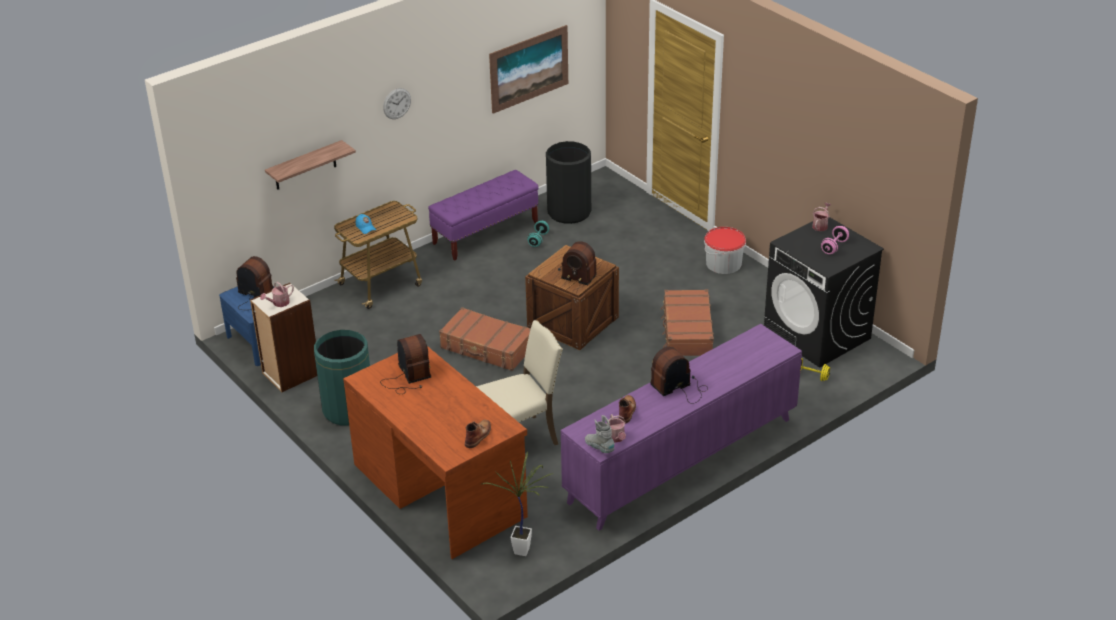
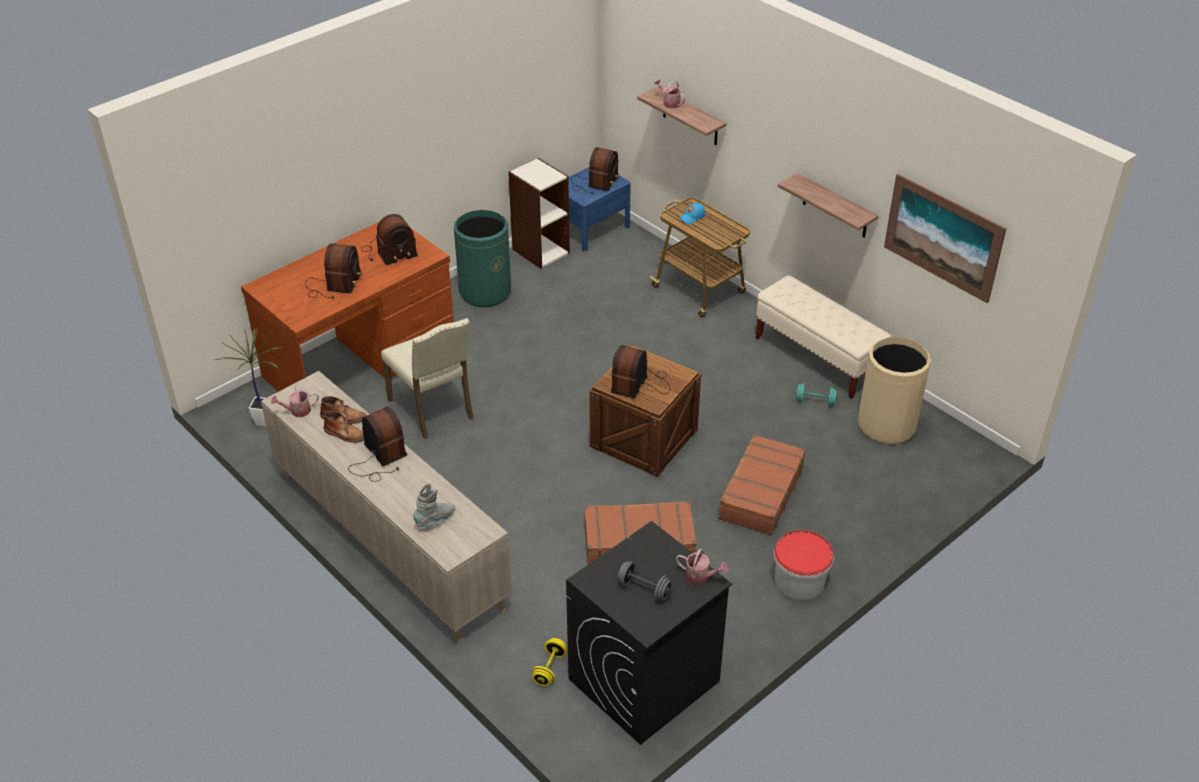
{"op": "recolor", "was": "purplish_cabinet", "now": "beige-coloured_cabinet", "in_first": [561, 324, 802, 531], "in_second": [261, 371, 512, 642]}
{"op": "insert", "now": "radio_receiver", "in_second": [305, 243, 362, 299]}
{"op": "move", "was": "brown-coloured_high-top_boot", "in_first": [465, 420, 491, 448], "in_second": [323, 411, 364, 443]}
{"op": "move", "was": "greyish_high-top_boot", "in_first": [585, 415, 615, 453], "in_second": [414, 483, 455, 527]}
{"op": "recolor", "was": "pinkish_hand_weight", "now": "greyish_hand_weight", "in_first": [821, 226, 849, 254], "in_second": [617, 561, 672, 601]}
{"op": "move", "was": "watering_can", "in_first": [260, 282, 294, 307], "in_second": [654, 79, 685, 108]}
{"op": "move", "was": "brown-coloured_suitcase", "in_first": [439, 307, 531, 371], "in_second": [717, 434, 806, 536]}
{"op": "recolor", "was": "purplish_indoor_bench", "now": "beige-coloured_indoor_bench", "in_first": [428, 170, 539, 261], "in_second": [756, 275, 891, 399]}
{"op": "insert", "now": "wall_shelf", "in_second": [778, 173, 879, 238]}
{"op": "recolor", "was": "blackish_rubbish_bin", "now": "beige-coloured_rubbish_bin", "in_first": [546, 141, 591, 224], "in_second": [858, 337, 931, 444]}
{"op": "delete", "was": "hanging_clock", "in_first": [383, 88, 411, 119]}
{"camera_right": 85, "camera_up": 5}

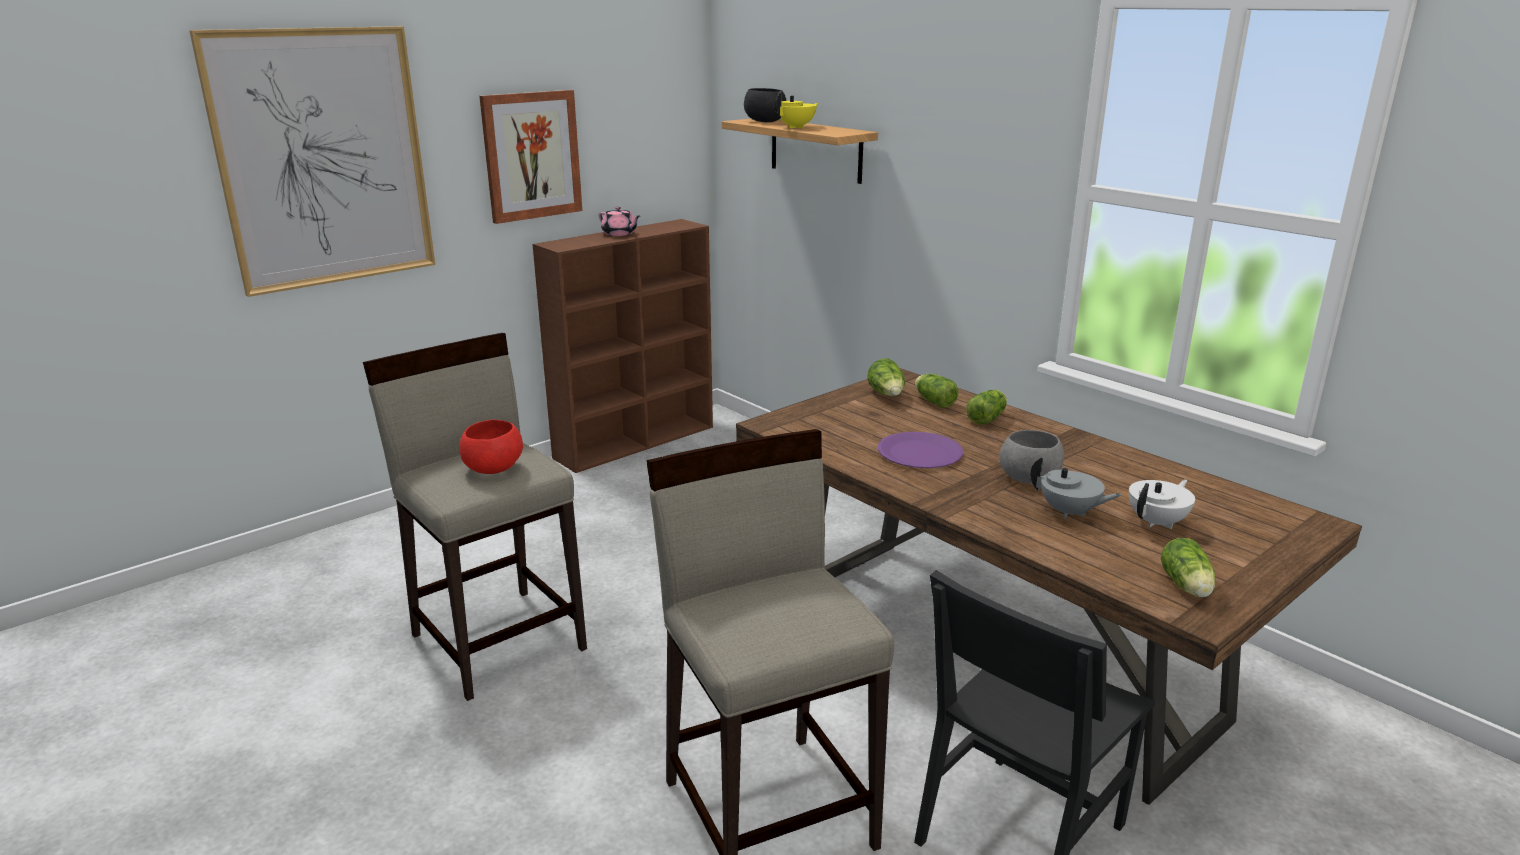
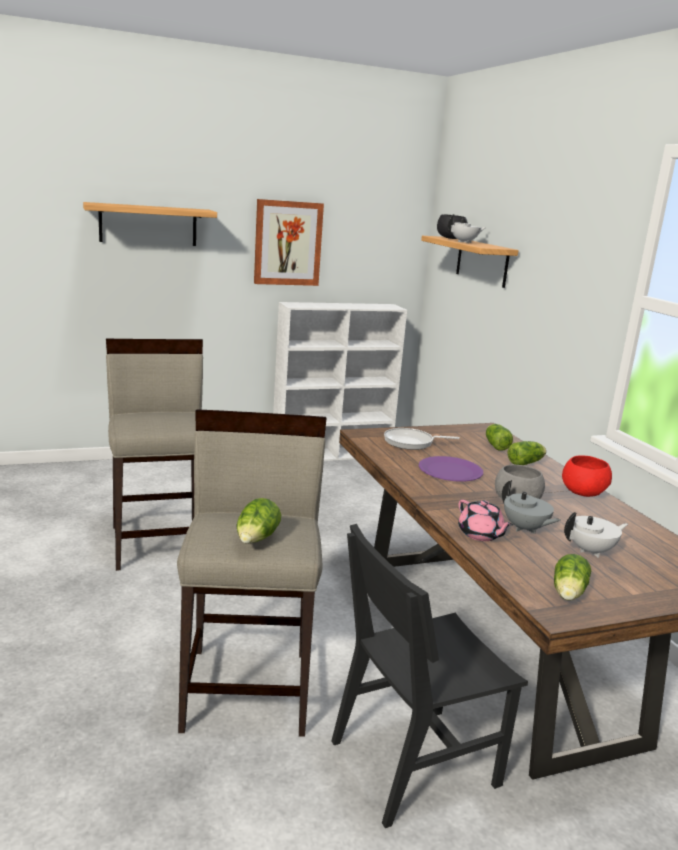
{"op": "replace", "was": "wall_picture", "now": "wall_shelf", "in_first": [189, 26, 435, 297], "in_second": [83, 202, 217, 246]}
{"op": "move", "was": "lettuce_head", "in_first": [867, 359, 905, 396], "in_second": [237, 498, 281, 543]}
{"op": "recolor", "was": "brown-coloured_shelving_unit", "now": "white_shelving_unit", "in_first": [532, 219, 713, 473], "in_second": [273, 302, 407, 461]}
{"op": "insert", "now": "frying_pan", "in_second": [384, 428, 460, 450]}
{"op": "recolor", "was": "yellowish_tea_pot", "now": "white_tea_pot", "in_first": [775, 91, 819, 129], "in_second": [448, 214, 486, 243]}
{"op": "move", "was": "pinkish_tea_pot", "in_first": [599, 206, 640, 236], "in_second": [458, 500, 513, 541]}
{"op": "move", "was": "reddish_deep_dish", "in_first": [459, 420, 523, 474], "in_second": [562, 456, 612, 497]}
{"camera_right": 20, "camera_up": -5}

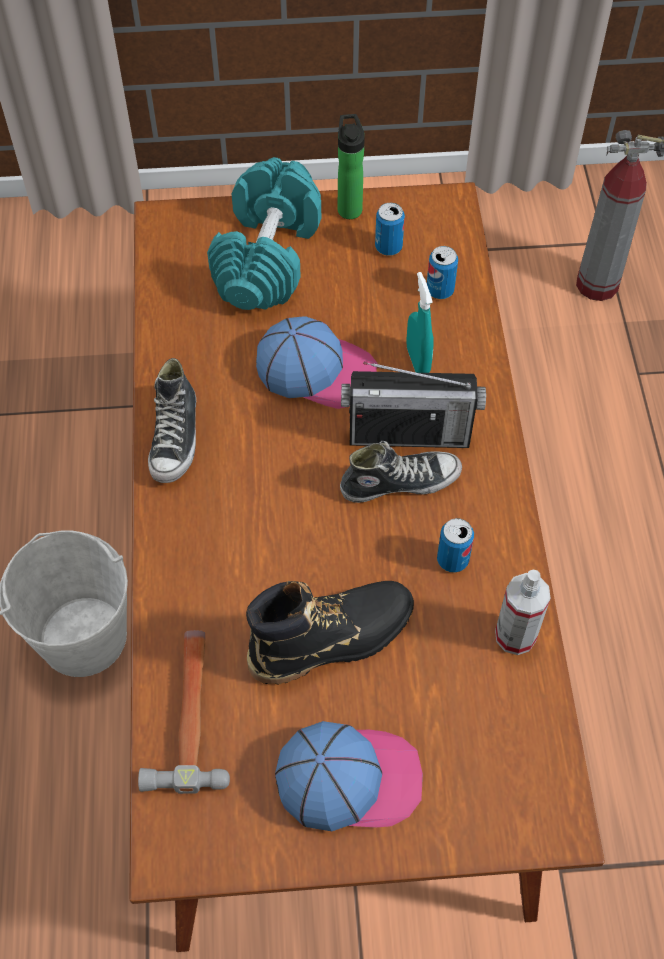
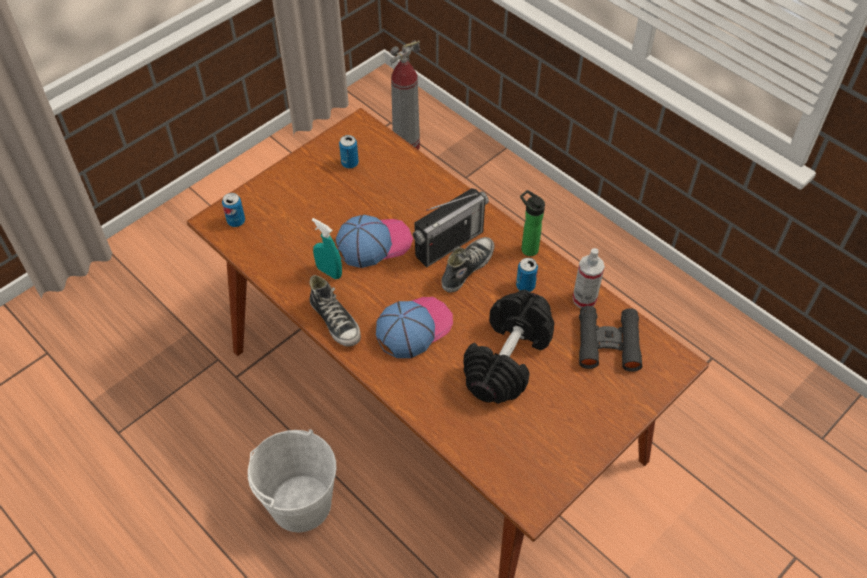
{"op": "move", "was": "metal_can", "in_first": [427, 246, 458, 299], "in_second": [222, 193, 245, 227]}
{"op": "move", "was": "blue-green_sprayer", "in_first": [407, 272, 433, 373], "in_second": [312, 218, 342, 279]}
{"op": "move", "was": "cap", "in_first": [275, 721, 423, 831], "in_second": [376, 297, 453, 358]}
{"op": "replace", "was": "blackish_high-top_boot", "now": "blackish_hand_weight", "in_first": [246, 581, 414, 684], "in_second": [463, 290, 554, 404]}
{"op": "move", "was": "beverage_bottle", "in_first": [338, 114, 365, 219], "in_second": [520, 190, 545, 256]}
{"op": "insert", "now": "blackish_pair_of_binoculars", "in_second": [579, 306, 642, 372]}
{"op": "delete", "was": "hammer", "in_first": [138, 630, 230, 794]}
{"op": "delete", "was": "blue-green_hand_weight", "in_first": [207, 157, 321, 310]}
{"camera_right": -40, "camera_up": -5}

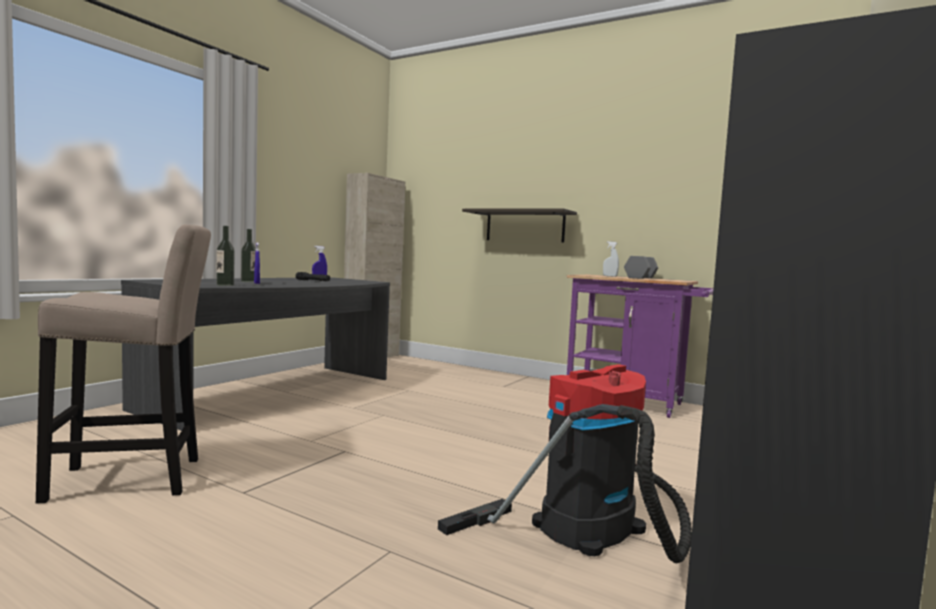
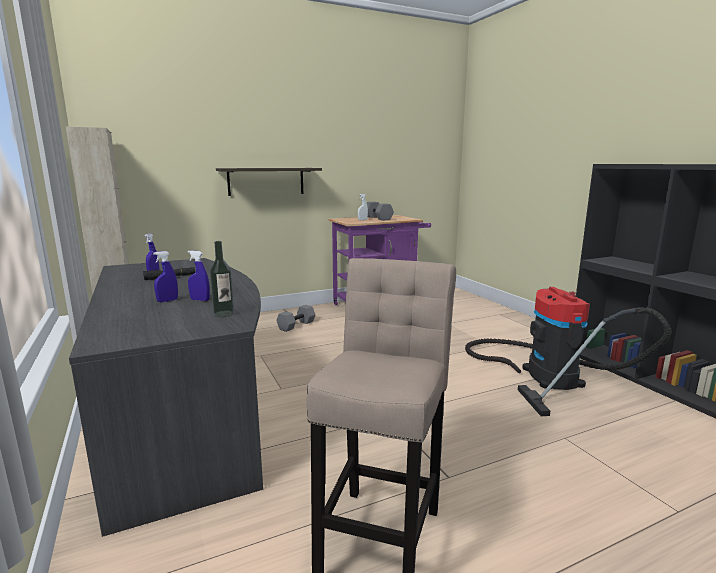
{"op": "replace", "was": "beverage_bottle", "now": "bluish_sprayer", "in_first": [241, 229, 256, 282], "in_second": [153, 251, 178, 302]}
{"op": "insert", "now": "greyish_hand_weight", "in_second": [276, 305, 315, 332]}
{"camera_right": -55, "camera_up": 10}

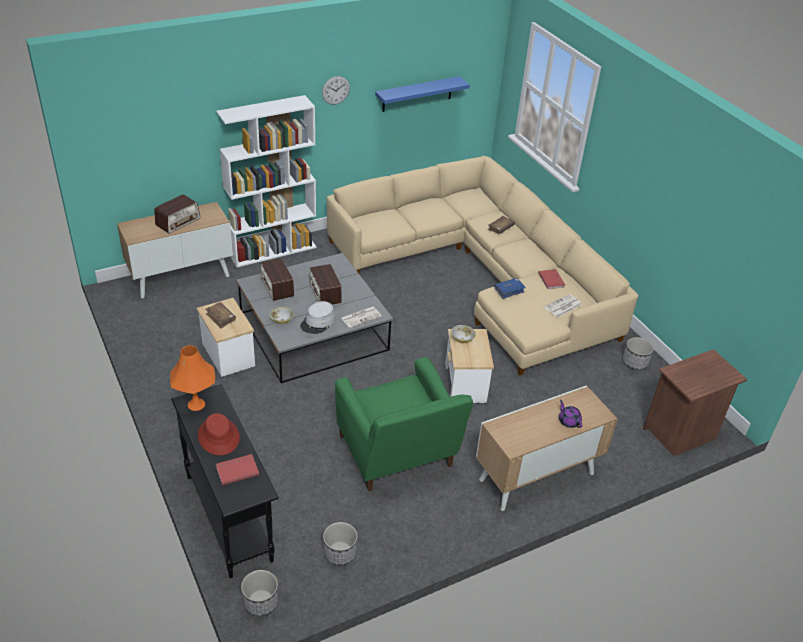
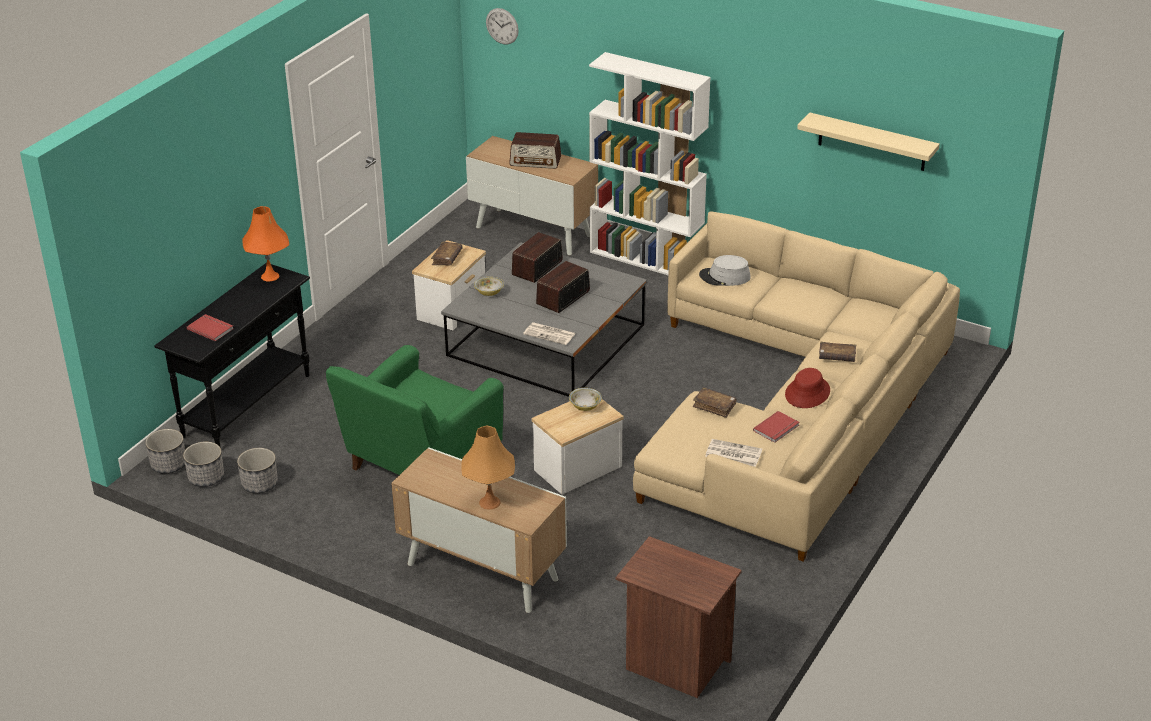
{"op": "move", "was": "plant_pot", "in_first": [623, 337, 654, 370], "in_second": [183, 442, 224, 487]}
{"op": "replace", "was": "purplish_tea_pot", "now": "orangey_tabletop_lamp", "in_first": [559, 400, 582, 428], "in_second": [461, 426, 515, 510]}
{"op": "move", "was": "hanging_clock", "in_first": [322, 76, 350, 105], "in_second": [486, 8, 519, 45]}
{"op": "recolor", "was": "bluish_volume", "now": "brown-coloured_volume", "in_first": [495, 278, 526, 299], "in_second": [693, 387, 736, 418]}
{"op": "move", "was": "greyish_wearable_hat", "in_first": [300, 301, 336, 334], "in_second": [699, 255, 751, 286]}
{"op": "move", "was": "reddish_wearable_hat", "in_first": [198, 413, 240, 455], "in_second": [785, 368, 830, 408]}
{"op": "recolor", "was": "bluish_wall_shelf", "now": "beige-coloured_wall_shelf", "in_first": [375, 76, 470, 112], "in_second": [797, 113, 940, 171]}
{"camera_right": 60, "camera_up": -5}

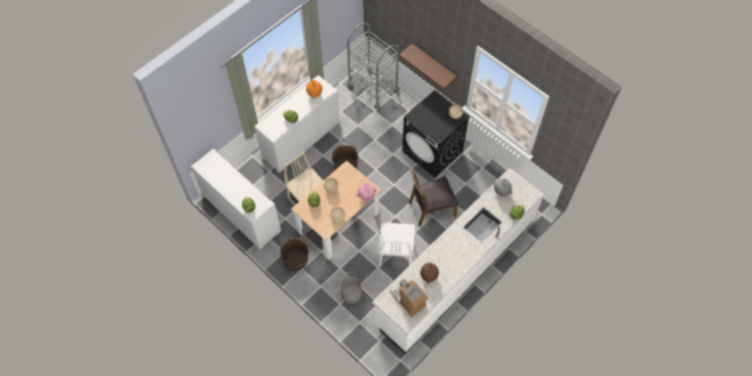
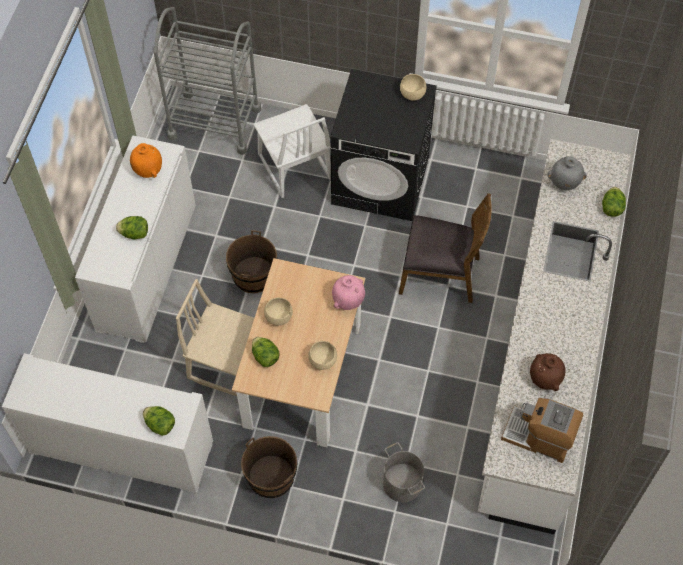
{"op": "move", "was": "white_chair", "in_first": [379, 222, 415, 267], "in_second": [253, 104, 331, 198]}
{"op": "rotate", "was": "brown-coloured_chair", "in_first": [409, 171, 458, 226], "in_second": [399, 193, 492, 303], "clockwise": -120}
{"op": "delete", "was": "brown-coloured_wall_shelf", "in_first": [399, 44, 457, 90]}
{"camera_right": -30, "camera_up": 0}

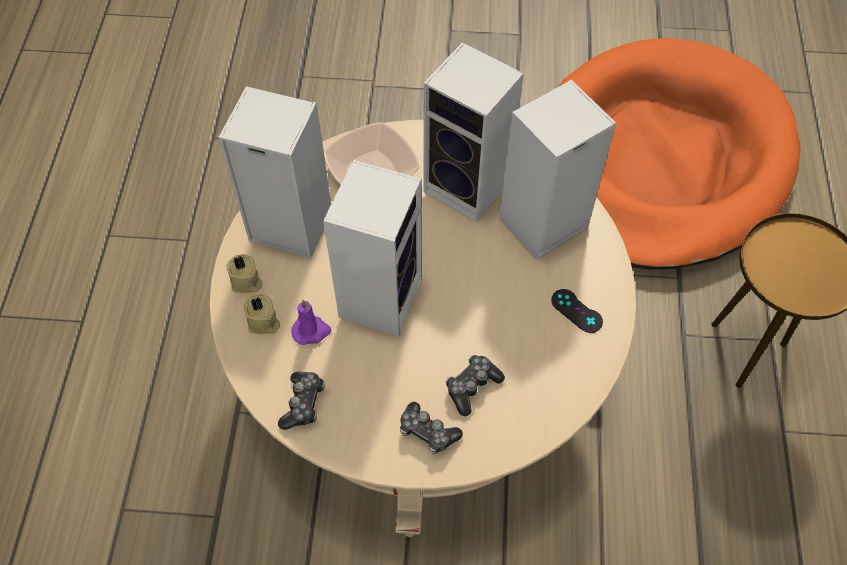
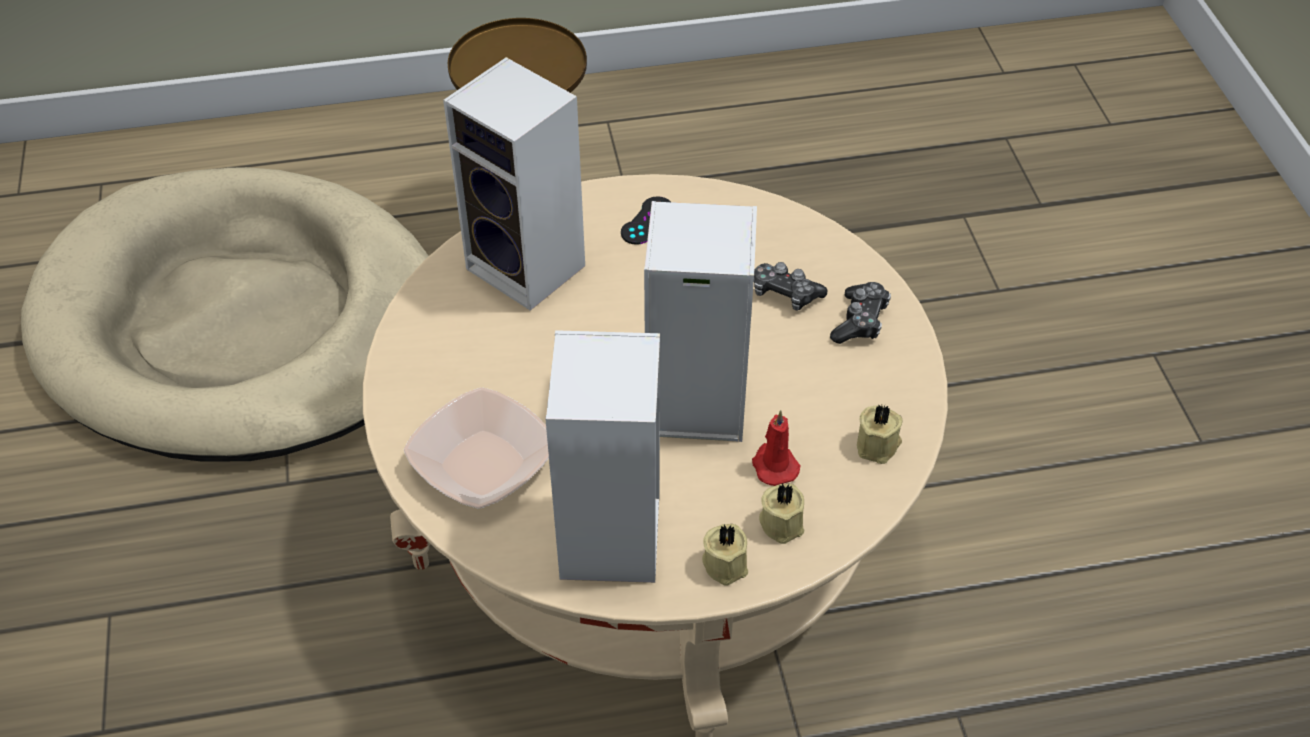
{"op": "recolor", "was": "orangey_pet_bed", "now": "beige-coloured_pet_bed", "in_first": [558, 38, 801, 270], "in_second": [21, 167, 428, 462]}
{"op": "recolor", "was": "purplish_wax_candle", "now": "reddish_wax_candle", "in_first": [292, 300, 332, 345], "in_second": [752, 410, 800, 486]}
{"op": "replace", "was": "gamepad", "now": "beige-coloured_wax_candle", "in_first": [278, 372, 325, 430], "in_second": [857, 405, 903, 464]}
{"op": "delete", "was": "speaker", "in_first": [424, 42, 524, 222]}
{"camera_right": -105, "camera_up": -10}

